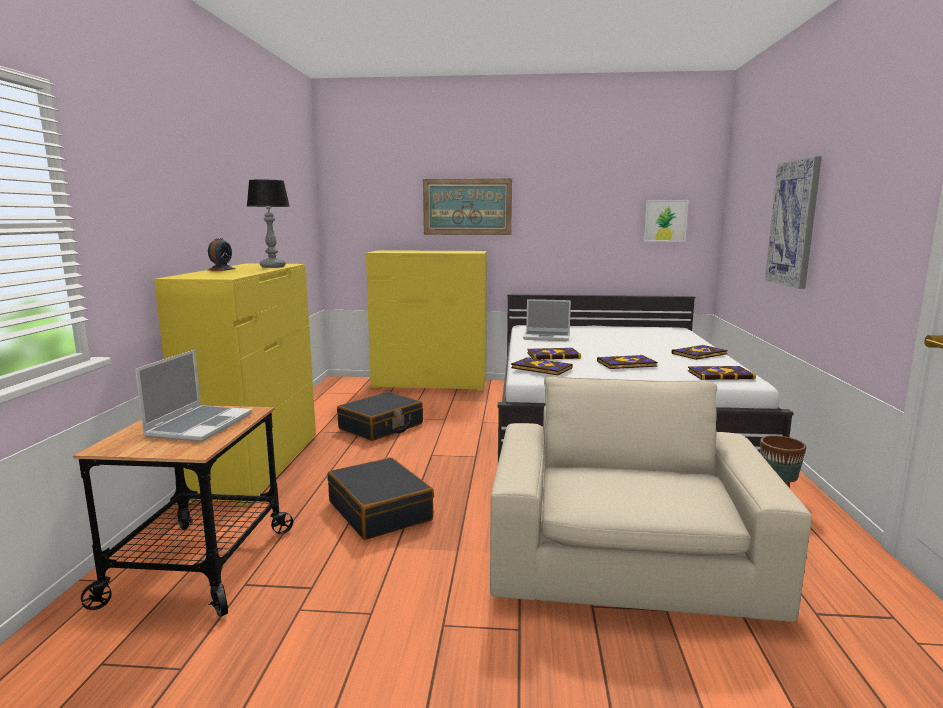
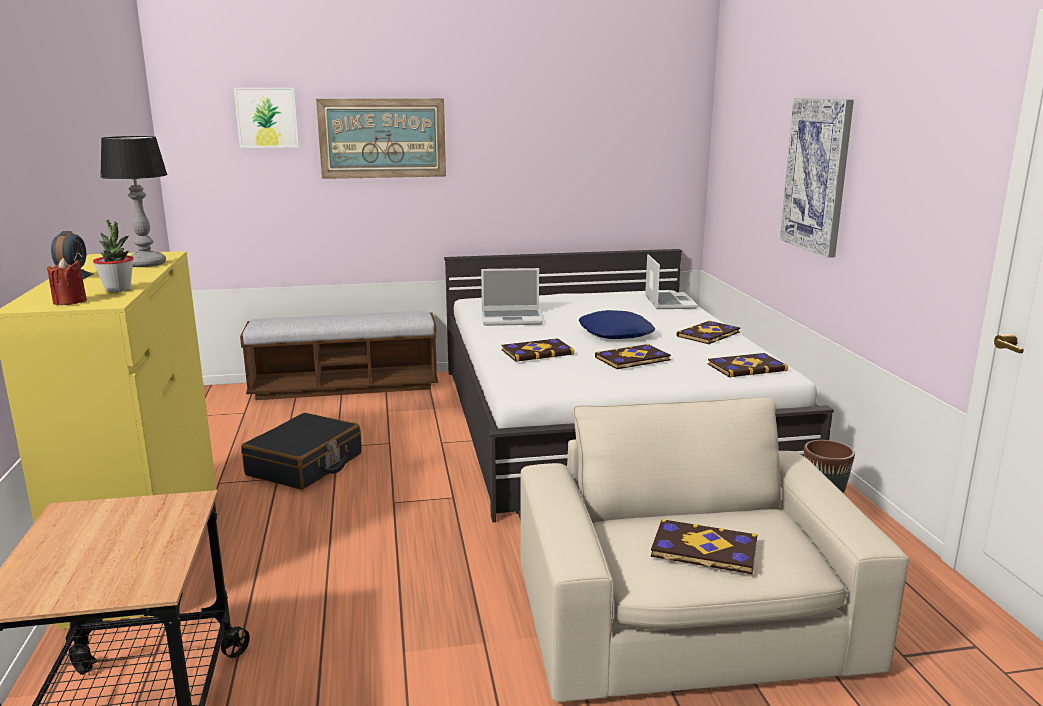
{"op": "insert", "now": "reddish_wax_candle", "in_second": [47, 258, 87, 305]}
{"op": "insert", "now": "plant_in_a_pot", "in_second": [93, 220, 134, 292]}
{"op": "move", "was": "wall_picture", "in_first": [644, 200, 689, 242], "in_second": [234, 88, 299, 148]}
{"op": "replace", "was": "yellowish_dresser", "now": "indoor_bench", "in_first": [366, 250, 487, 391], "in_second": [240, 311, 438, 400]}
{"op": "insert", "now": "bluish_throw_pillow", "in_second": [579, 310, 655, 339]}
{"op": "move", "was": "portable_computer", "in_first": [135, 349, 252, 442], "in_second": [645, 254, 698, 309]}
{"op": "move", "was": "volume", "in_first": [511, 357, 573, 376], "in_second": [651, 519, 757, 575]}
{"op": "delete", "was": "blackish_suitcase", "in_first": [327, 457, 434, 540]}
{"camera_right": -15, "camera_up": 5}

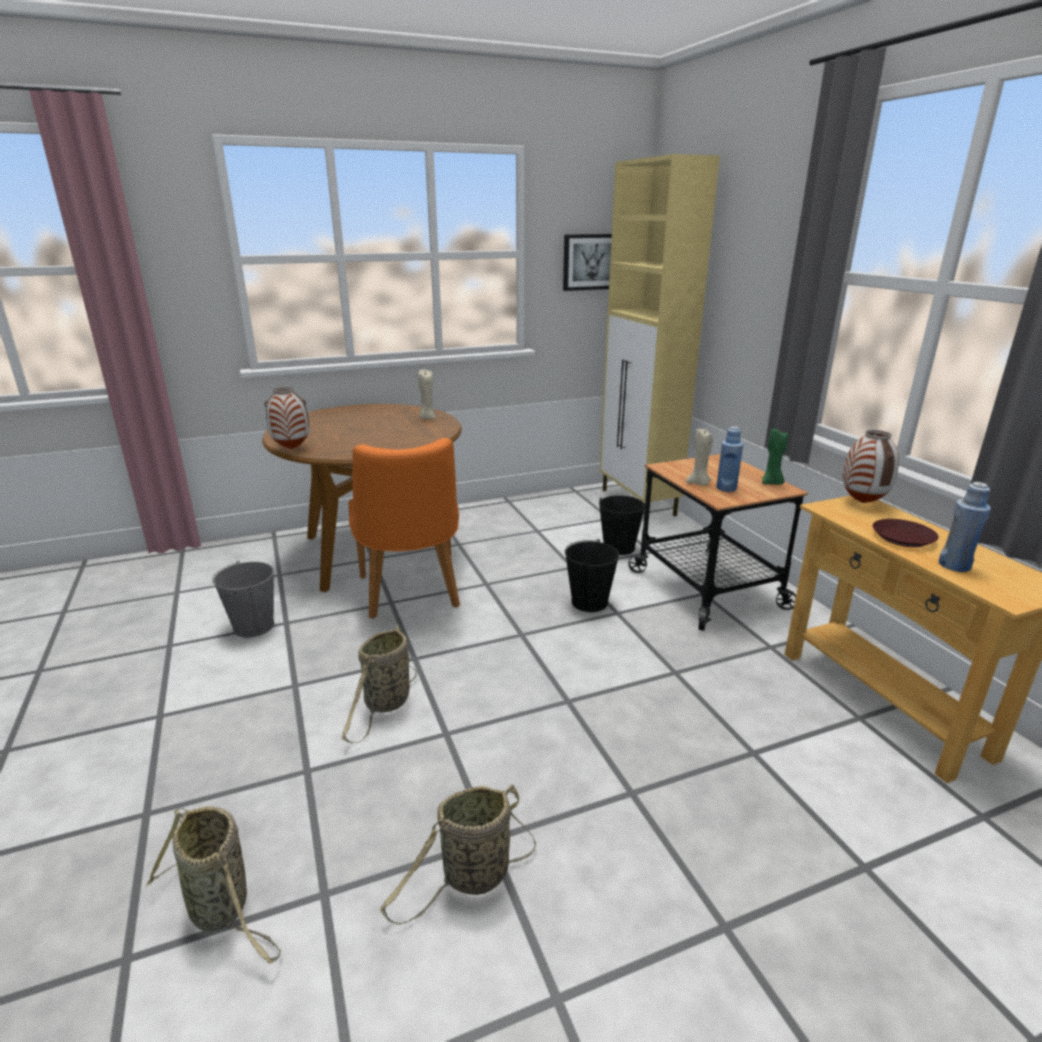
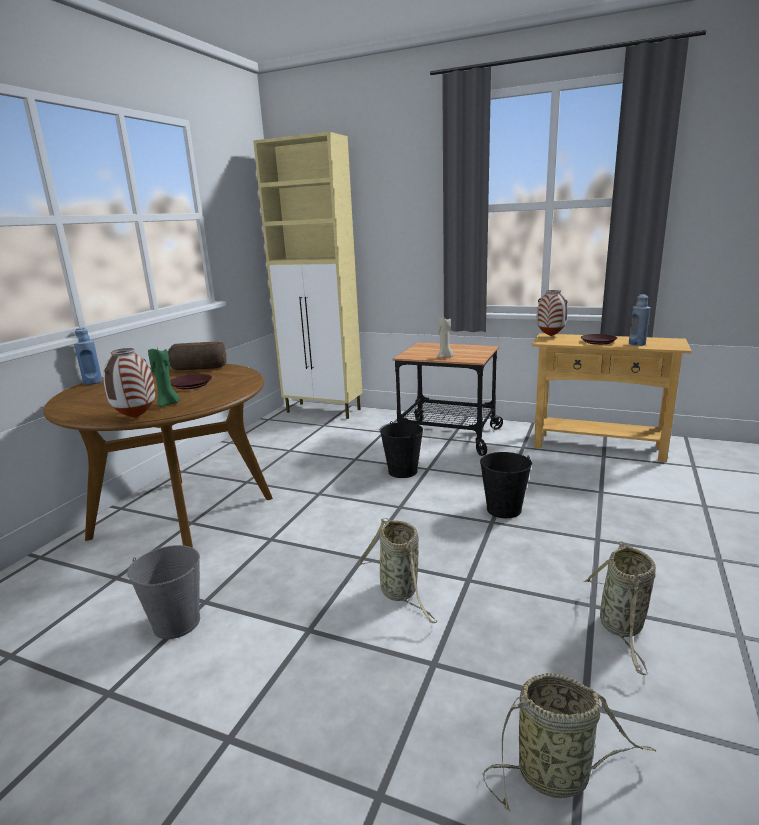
{"op": "move", "was": "bluish_beverage_bottle", "in_first": [716, 426, 743, 492], "in_second": [74, 327, 103, 385]}
{"op": "move", "was": "green-coloured_wax_candle", "in_first": [762, 429, 789, 485], "in_second": [148, 348, 180, 407]}
{"op": "replace", "was": "beige-coloured_wax_candle", "now": "baked_bread", "in_first": [418, 370, 435, 419], "in_second": [168, 341, 227, 370]}
{"op": "insert", "now": "brown-coloured_plate", "in_second": [170, 374, 212, 389]}
{"op": "move", "was": "blackish_bucket", "in_first": [599, 495, 645, 555], "in_second": [480, 452, 532, 518]}
{"op": "delete", "was": "orangey_chair", "in_first": [348, 438, 460, 619]}
{"op": "delete", "was": "wall_picture", "in_first": [563, 234, 612, 291]}
{"camera_right": -45, "camera_up": -5}

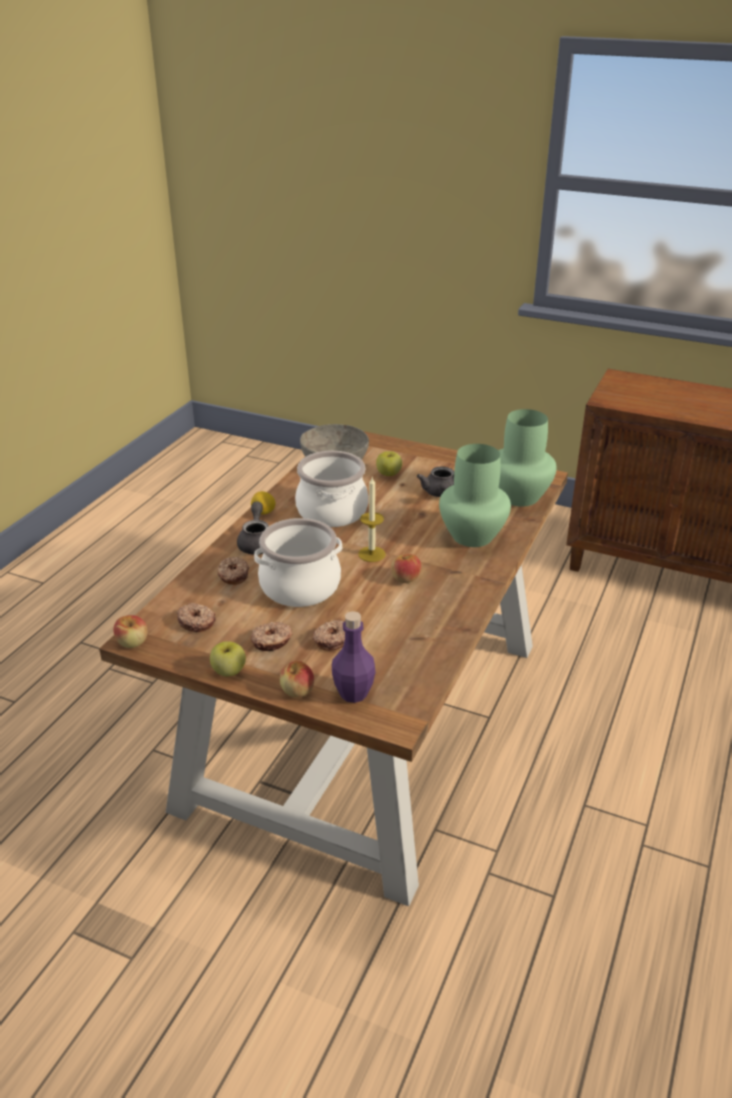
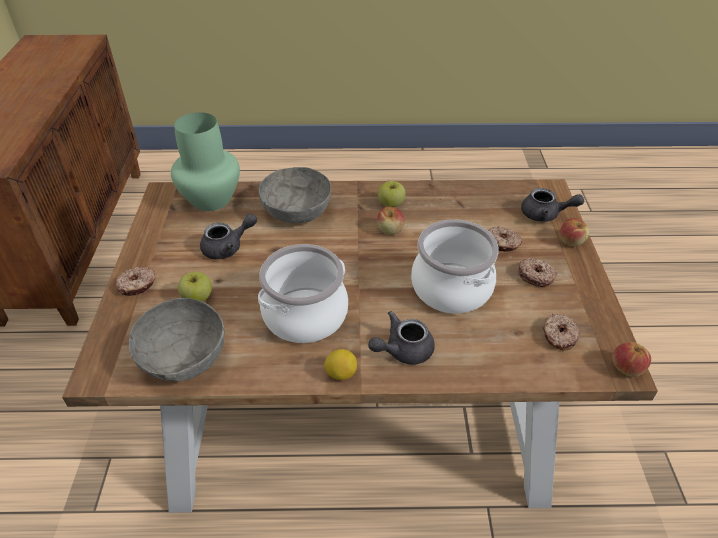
{"op": "move", "was": "ring_doughnut", "in_first": [217, 557, 249, 585], "in_second": [115, 267, 156, 296]}
{"op": "replace", "was": "green-coloured_vase", "now": "greyish_deep_dish", "in_first": [439, 444, 511, 547], "in_second": [259, 167, 332, 223]}
{"op": "move", "was": "apple", "in_first": [210, 641, 246, 677], "in_second": [378, 181, 406, 207]}
{"op": "replace", "was": "purplish_beverage_bottle", "now": "greyish_tea_pot", "in_first": [332, 611, 376, 703], "in_second": [521, 188, 584, 222]}
{"op": "delete", "was": "wax_candle", "in_first": [358, 477, 385, 562]}
{"camera_right": -115, "camera_up": 10}

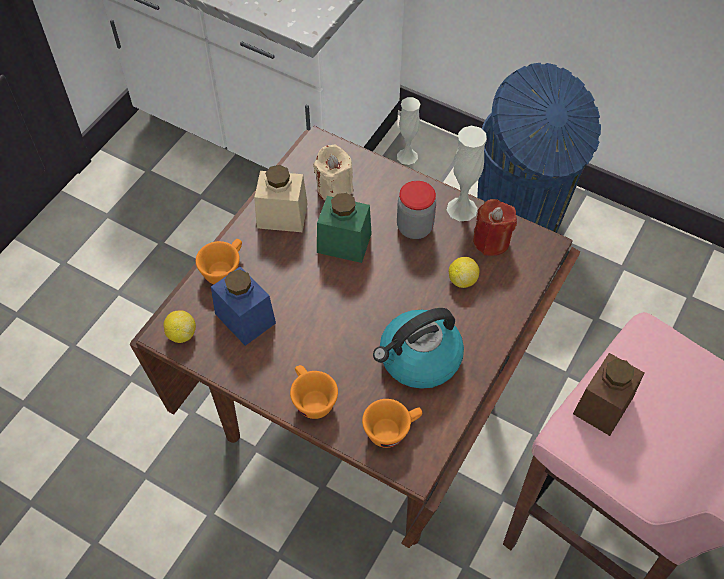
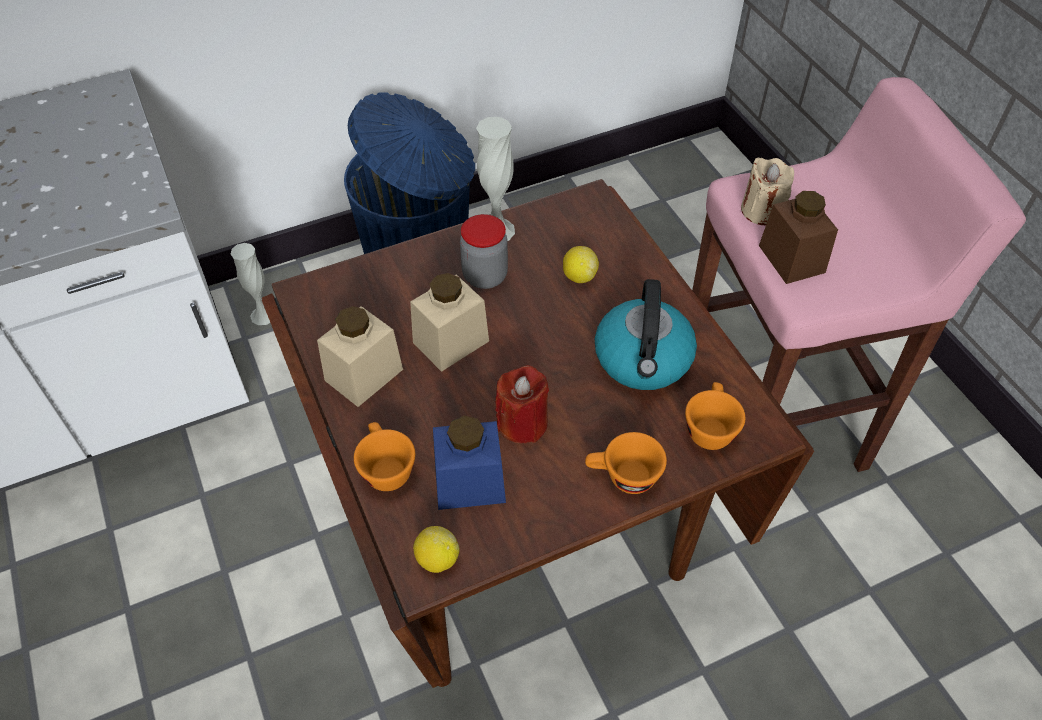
{"op": "recolor", "was": "green-coloured_storage_jar", "now": "beige-coloured_storage_jar", "in_first": [317, 193, 372, 263], "in_second": [410, 273, 489, 372]}
{"op": "move", "was": "reddish_wax_candle", "in_first": [473, 199, 517, 256], "in_second": [495, 365, 549, 444]}
{"op": "move", "was": "beige-coloured_wax_candle", "in_first": [313, 144, 353, 200], "in_second": [741, 158, 794, 226]}
{"camera_right": -55, "camera_up": -5}

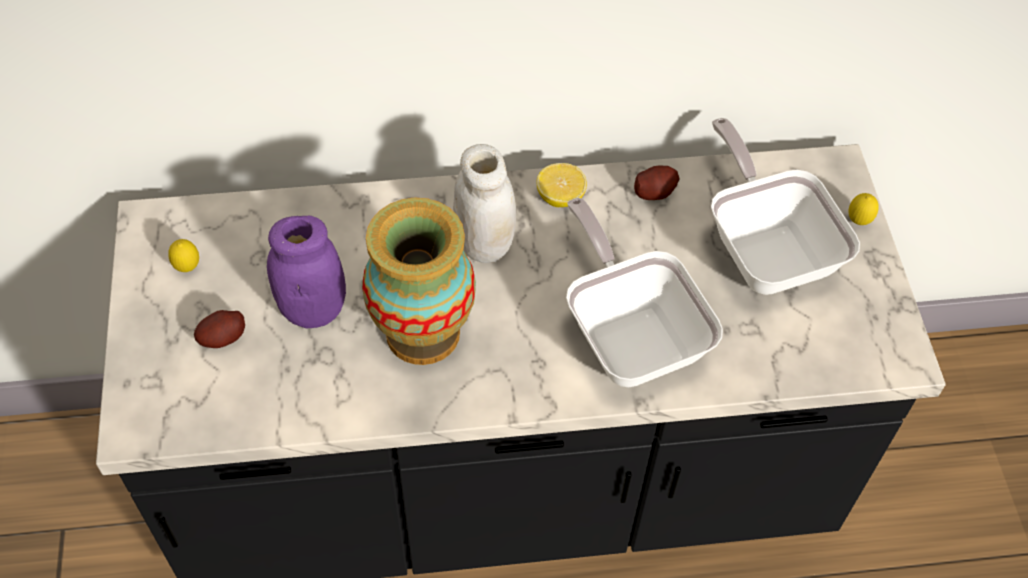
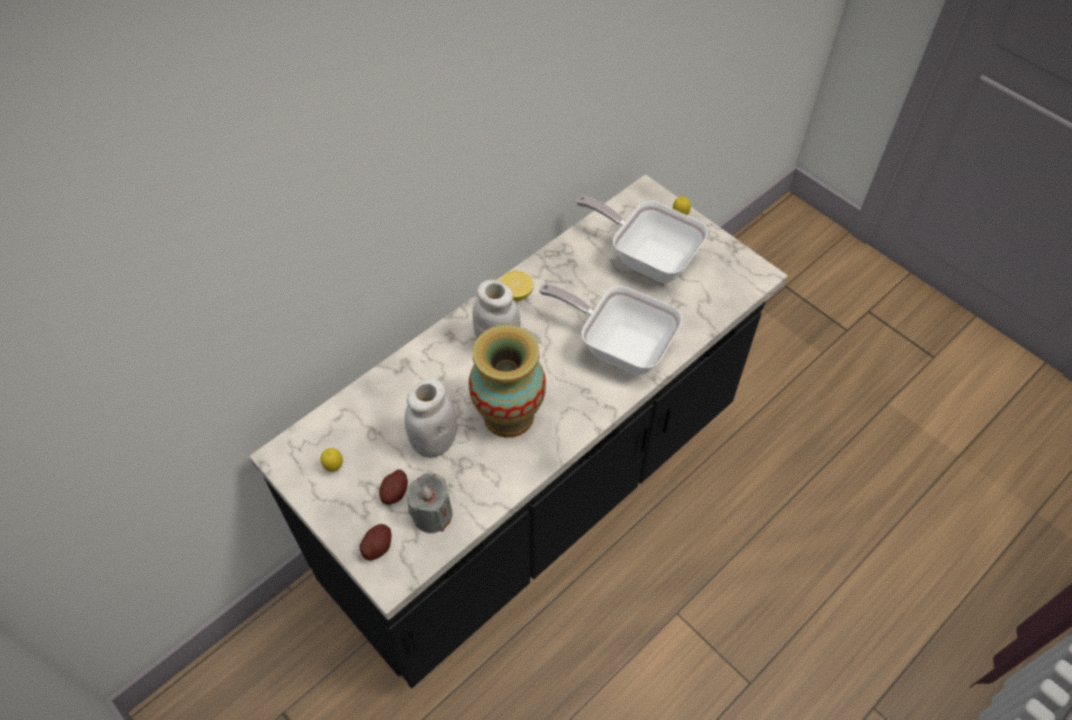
{"op": "move", "was": "potato", "in_first": [634, 166, 680, 200], "in_second": [360, 524, 391, 561]}
{"op": "recolor", "was": "purplish_storage_jar", "now": "white_storage_jar", "in_first": [267, 216, 346, 328], "in_second": [405, 378, 457, 458]}
{"op": "insert", "now": "greyish_wax_candle", "in_second": [406, 473, 453, 533]}
{"camera_right": -35, "camera_up": 0}

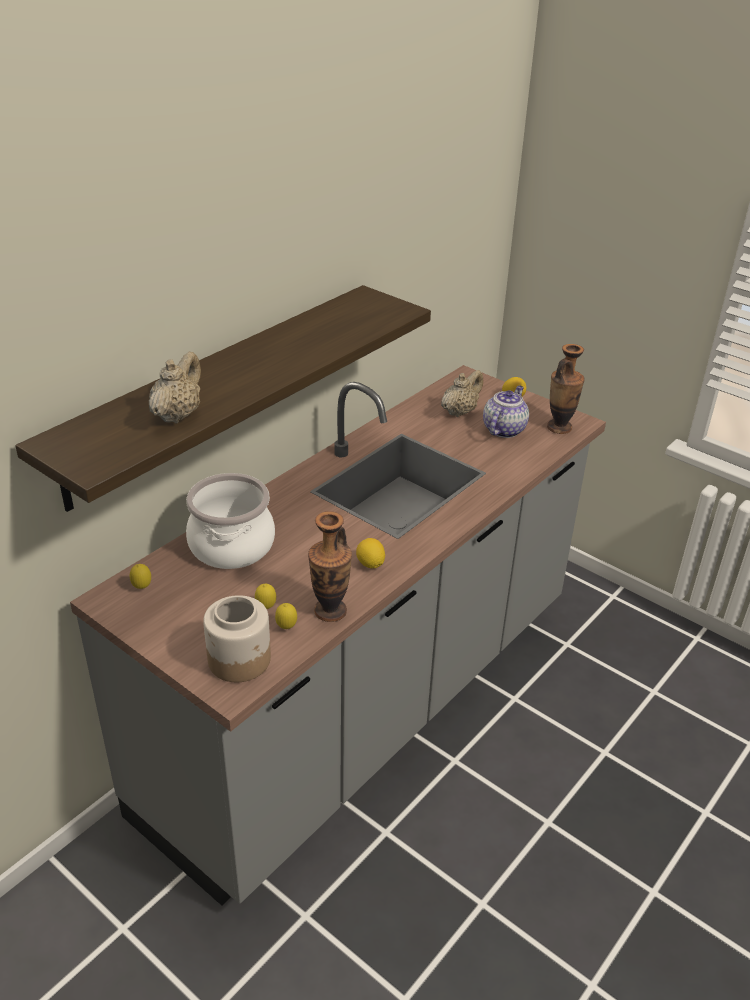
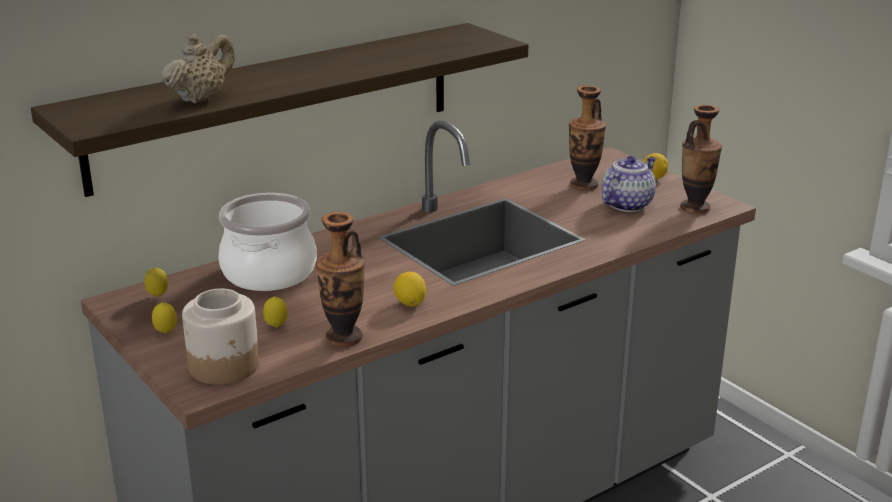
{"op": "move", "was": "lemon", "in_first": [275, 603, 297, 629], "in_second": [152, 302, 177, 334]}
{"op": "replace", "was": "beige-coloured_tea_pot", "now": "vase", "in_first": [441, 370, 483, 417], "in_second": [569, 85, 606, 190]}
{"camera_right": 15, "camera_up": -10}

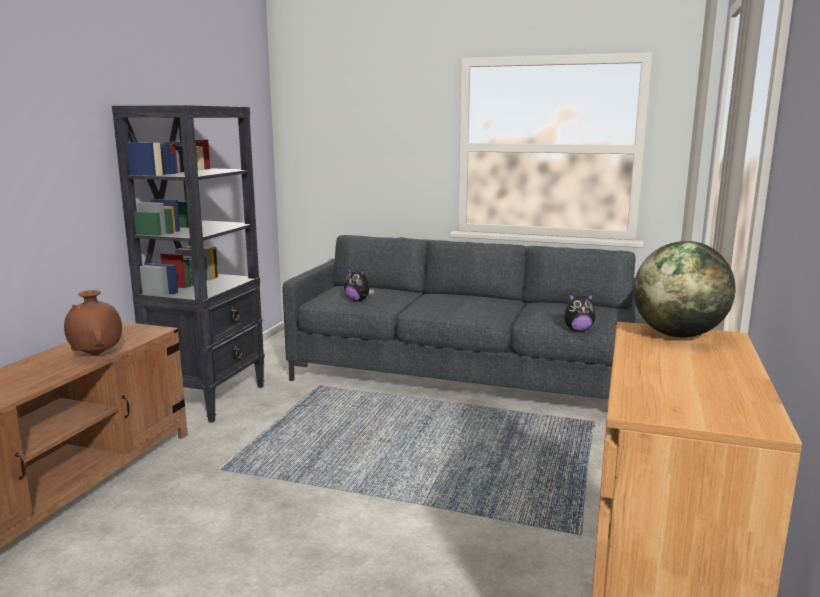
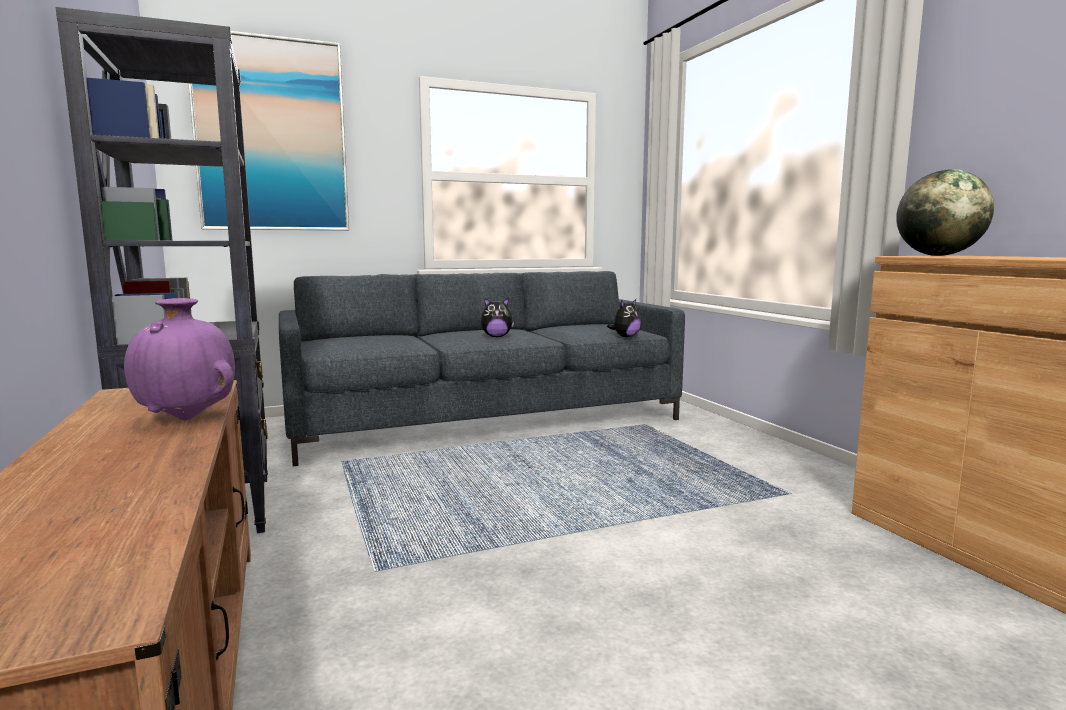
{"op": "recolor", "was": "brown-coloured_vase", "now": "purplish_vase", "in_first": [64, 290, 122, 356], "in_second": [124, 298, 235, 420]}
{"op": "insert", "now": "wall_picture", "in_second": [188, 31, 349, 230]}
{"op": "move", "was": "cuddly_toy", "in_first": [344, 267, 374, 302], "in_second": [481, 298, 514, 337]}
{"camera_right": -40, "camera_up": -5}

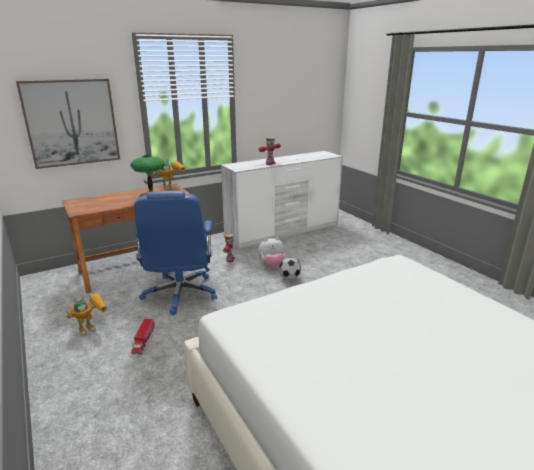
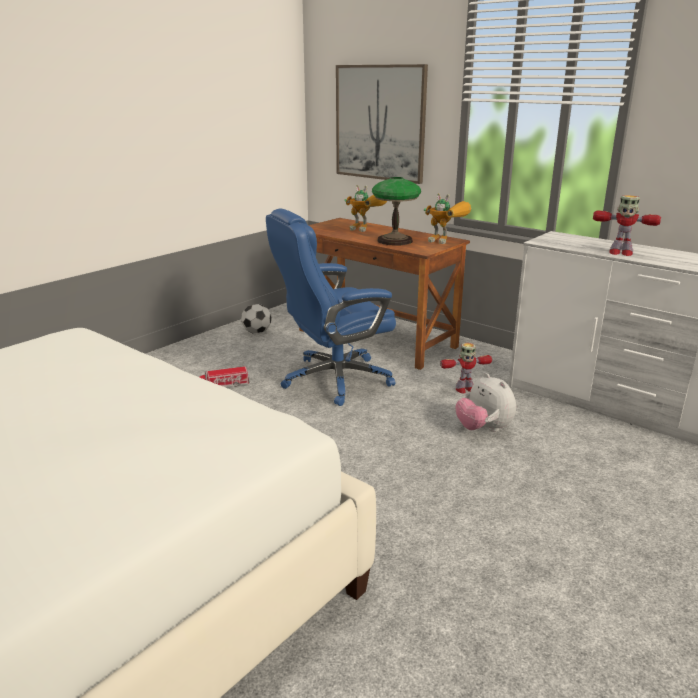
{"op": "move", "was": "football", "in_first": [279, 258, 301, 280], "in_second": [241, 304, 272, 333]}
{"op": "move", "was": "toy_robot", "in_first": [65, 293, 107, 337], "in_second": [344, 185, 387, 232]}
{"camera_right": 70, "camera_up": 0}

